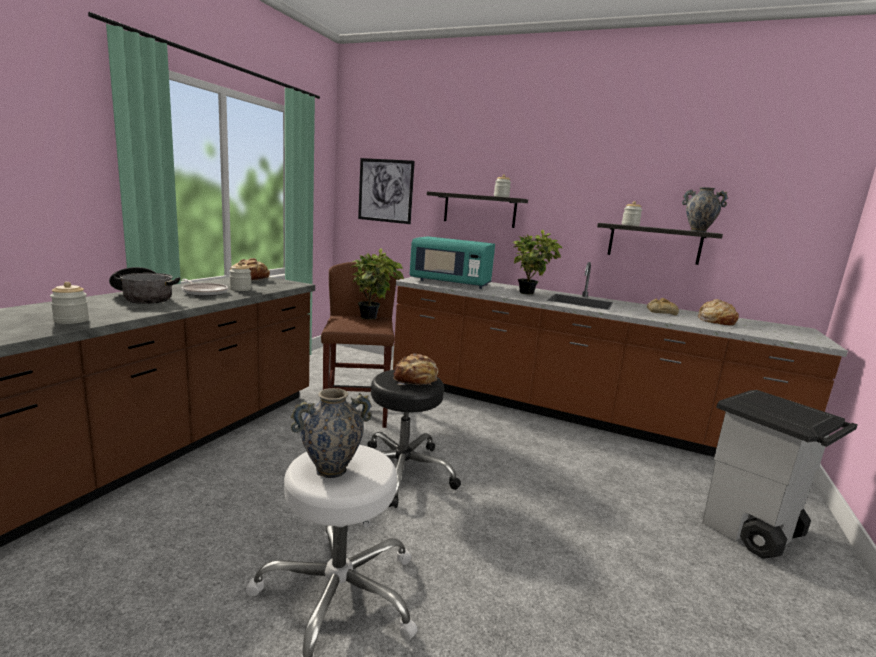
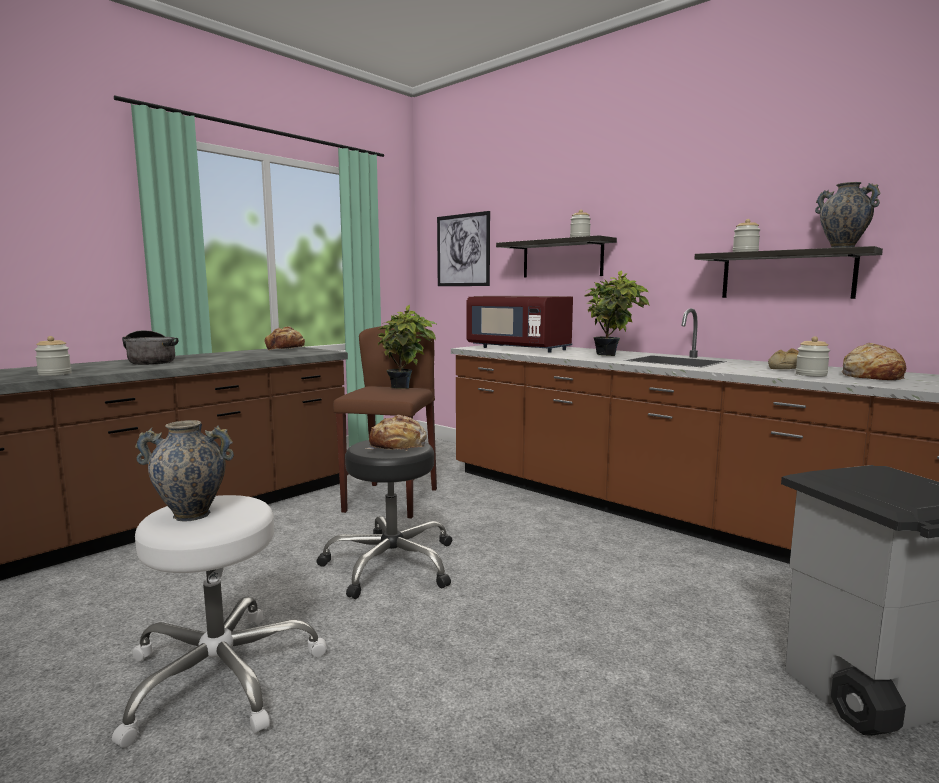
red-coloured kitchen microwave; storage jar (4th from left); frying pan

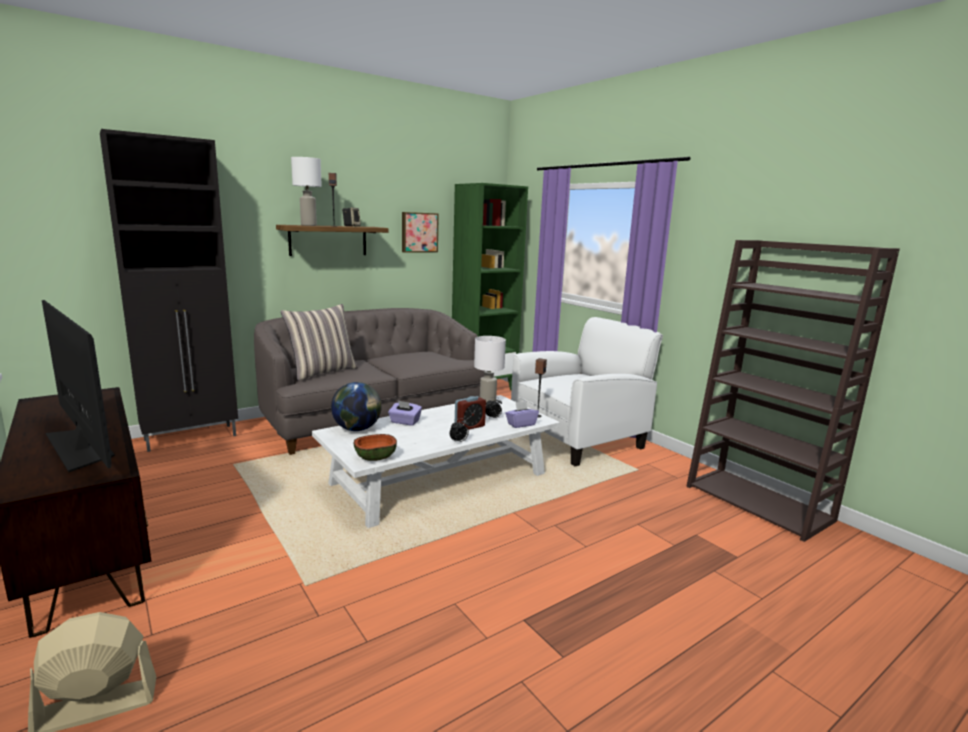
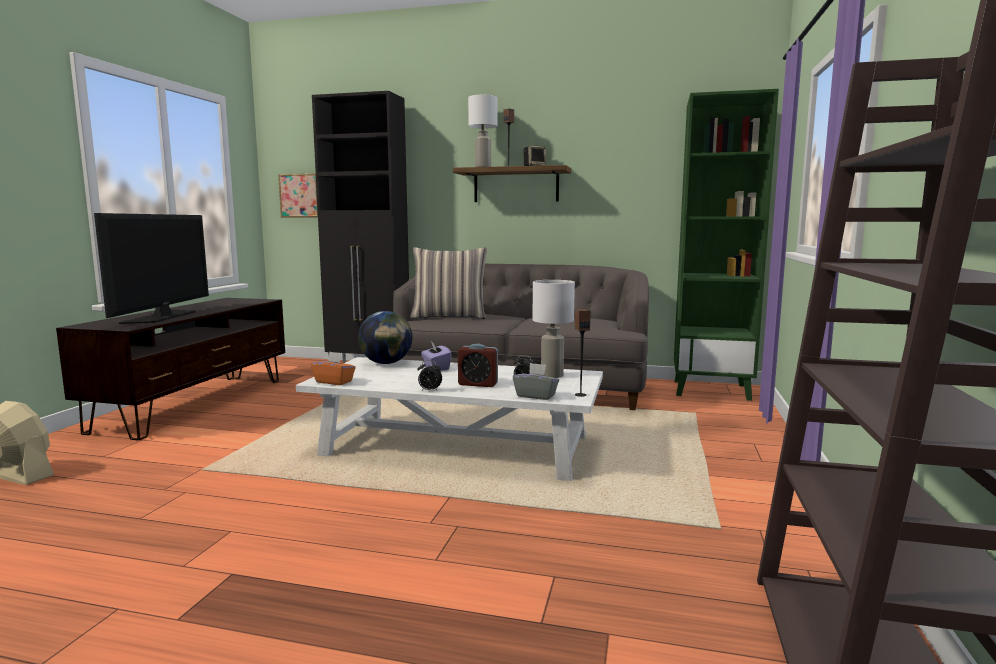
wall picture; whitish lounge chair; greyish box of tissues; orange-coloured box of tissues

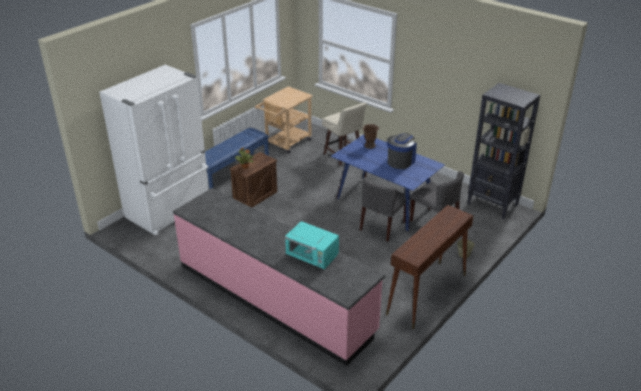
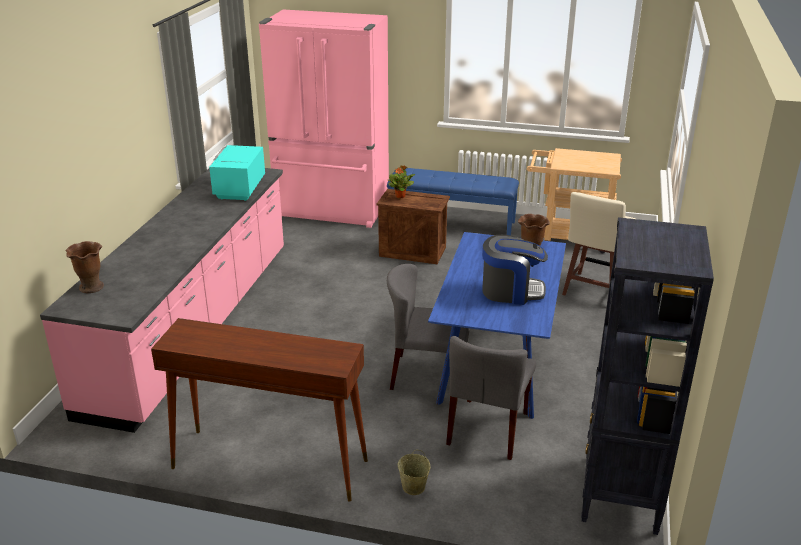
pink-coloured refrigerator; turquoise kitchen microwave; brownish vase (1st from left)

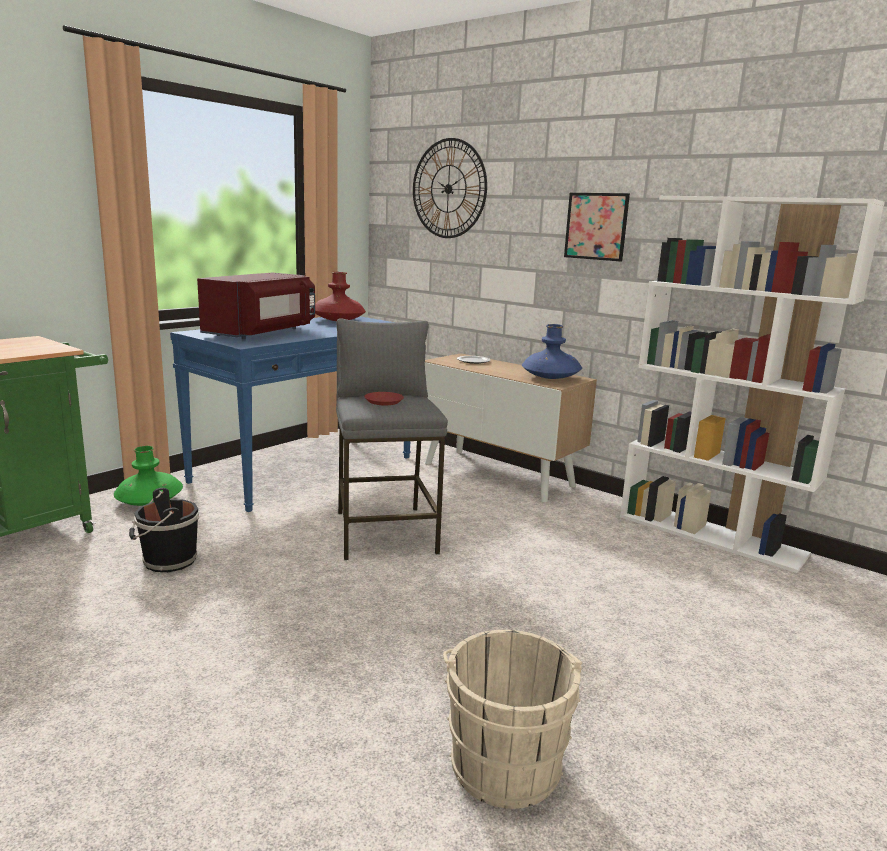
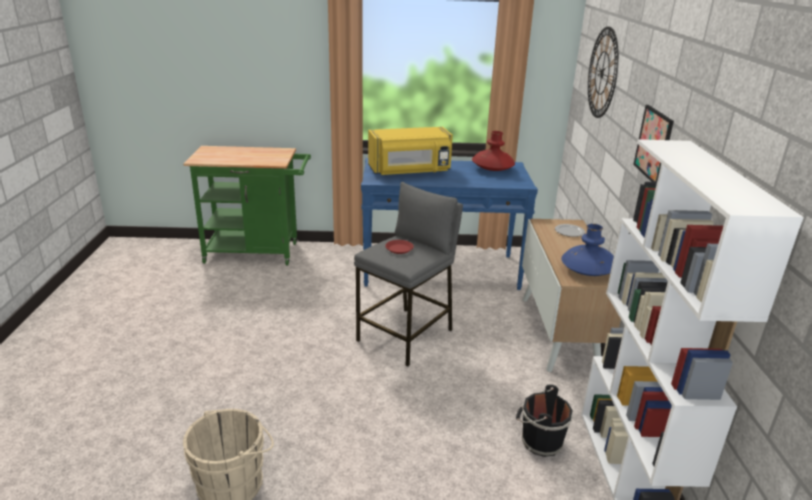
yellow kitchen microwave; greenish vase; black-coloured pail

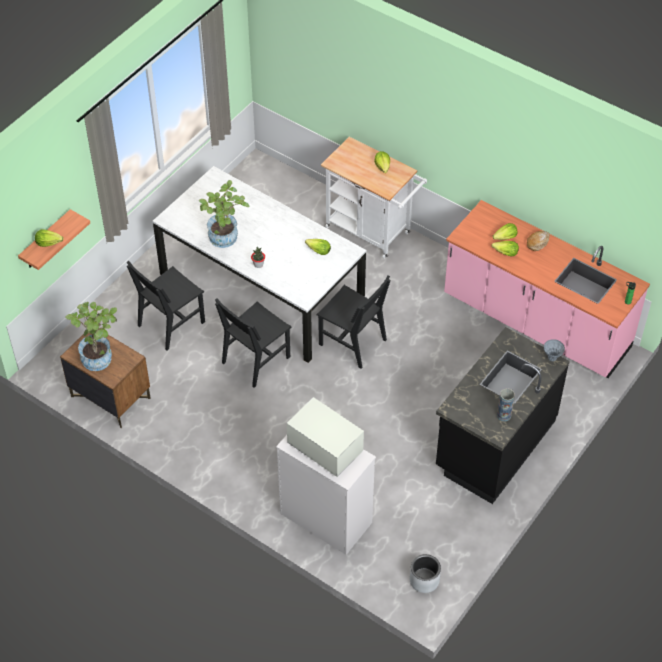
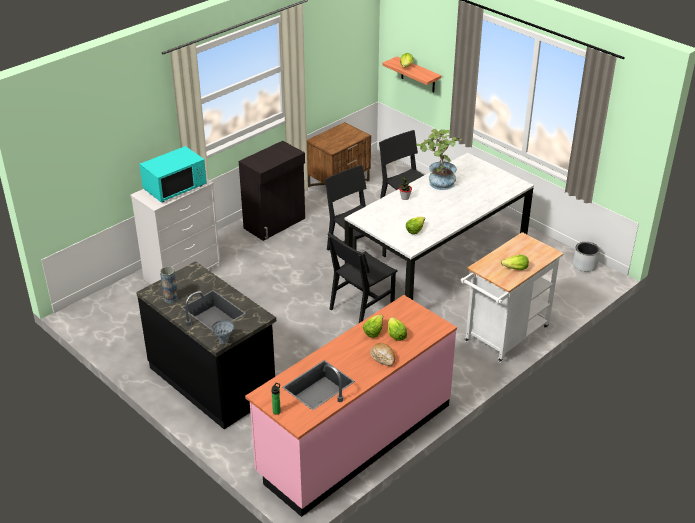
potted plant (1st from left in the first image); turquoise kitchen microwave; greyish flower pot; black-coloured cabinet

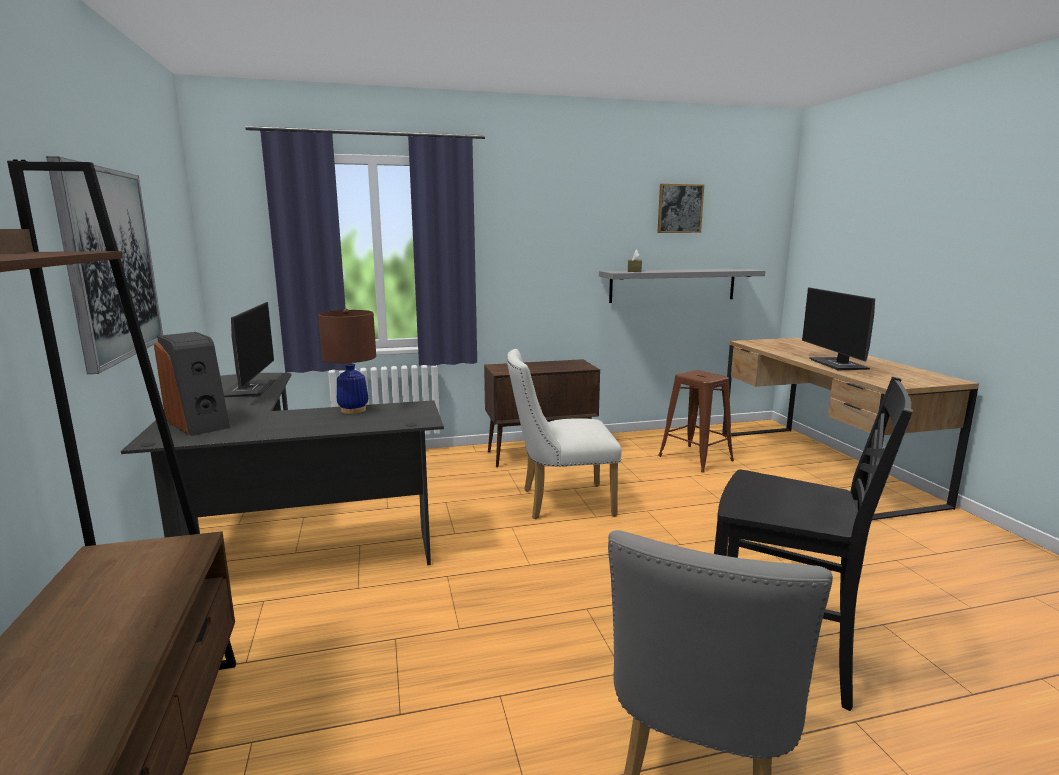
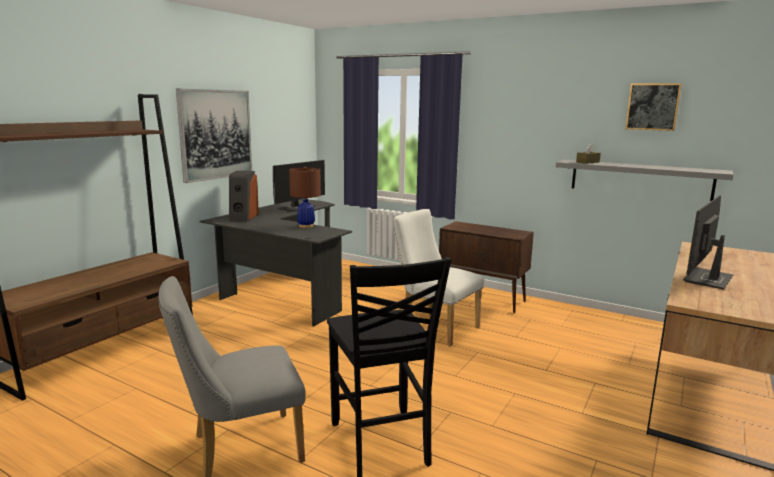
brownish sitting stool

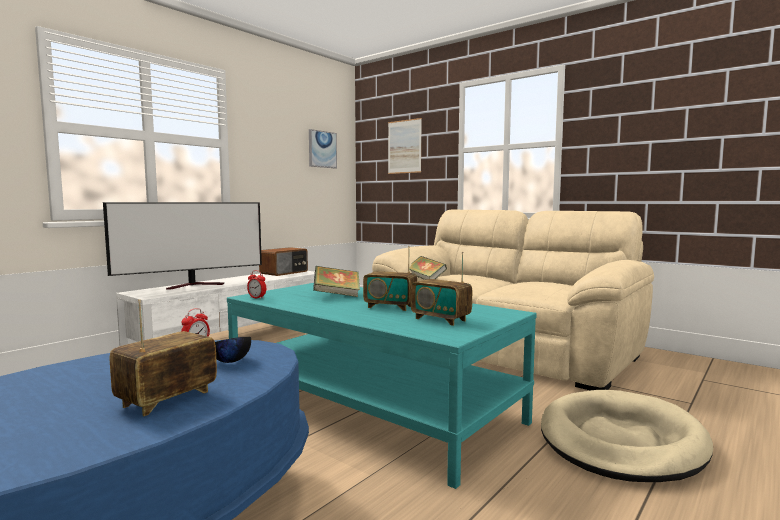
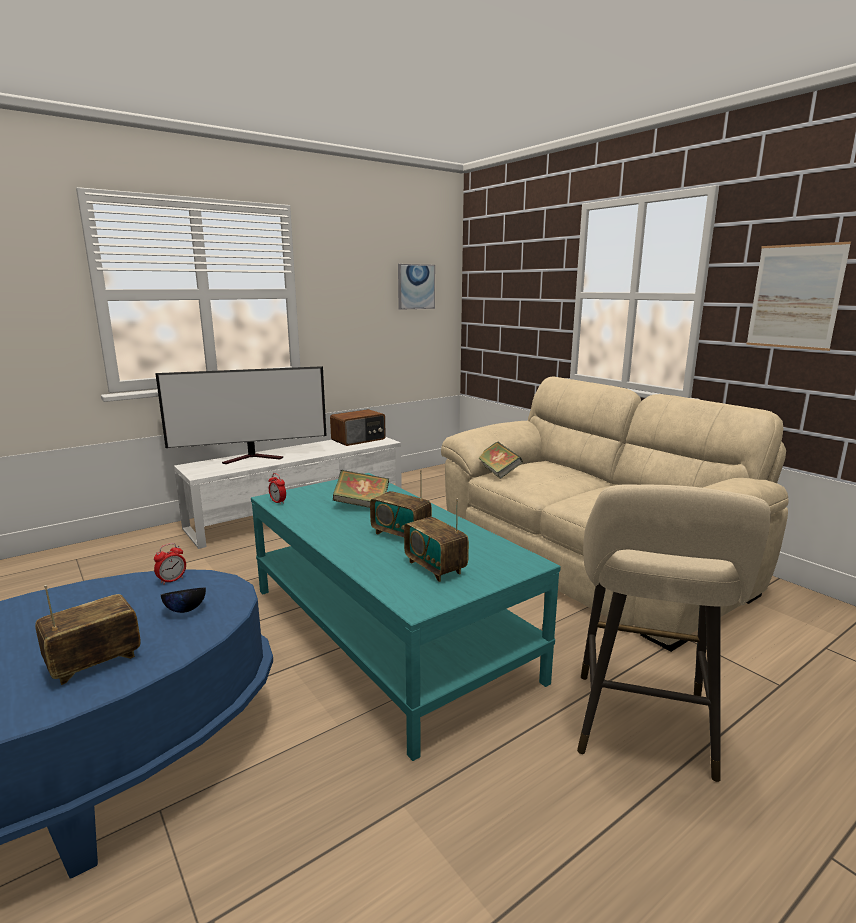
wall picture (2nd from left); beige sitting stool

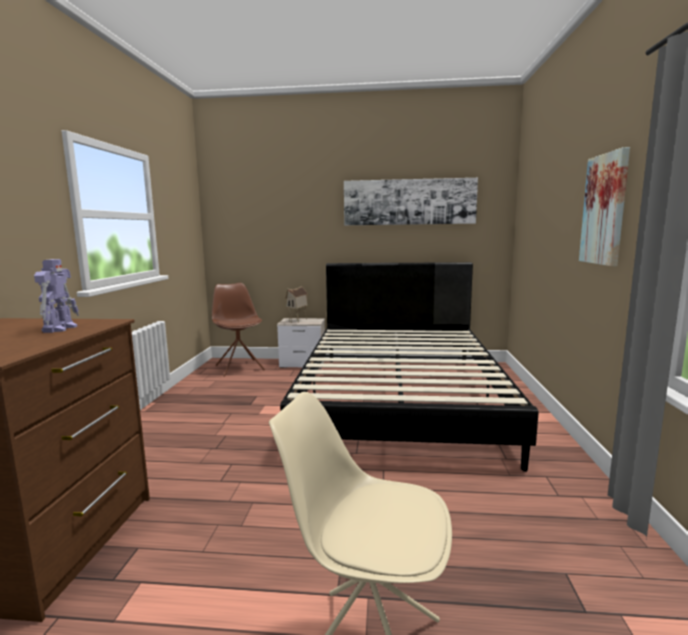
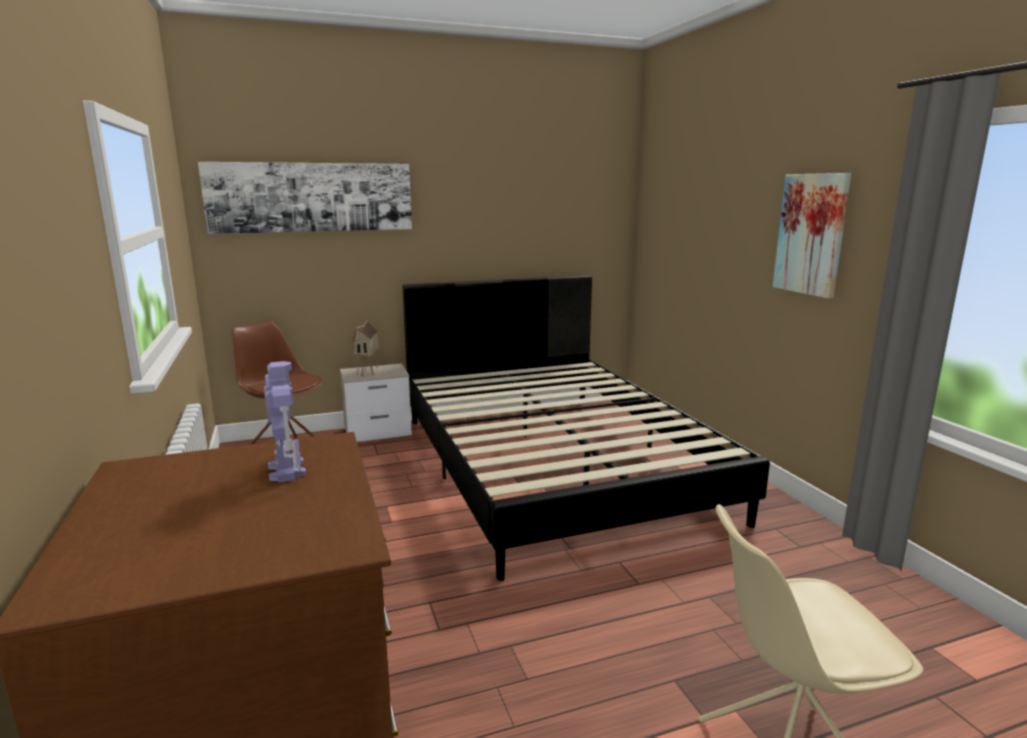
wall picture (1st from left)

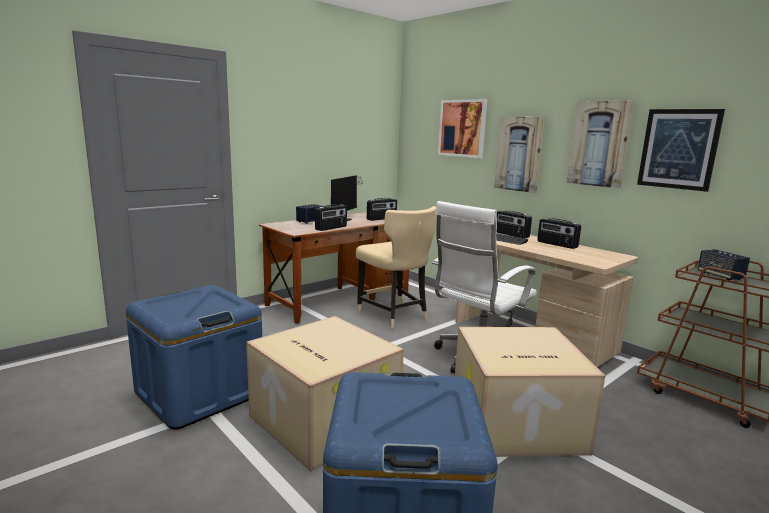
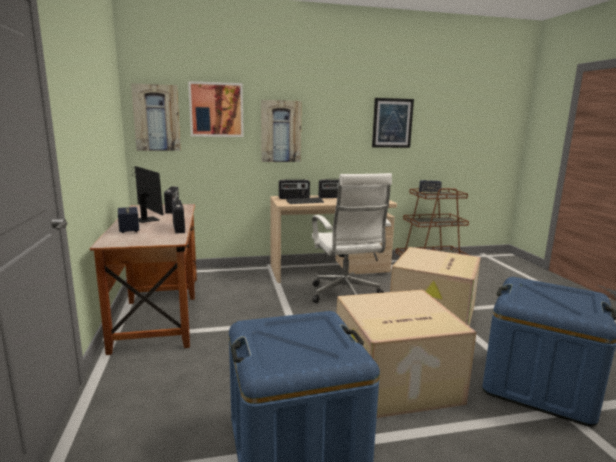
wall picture (1st from left); beige upright chair

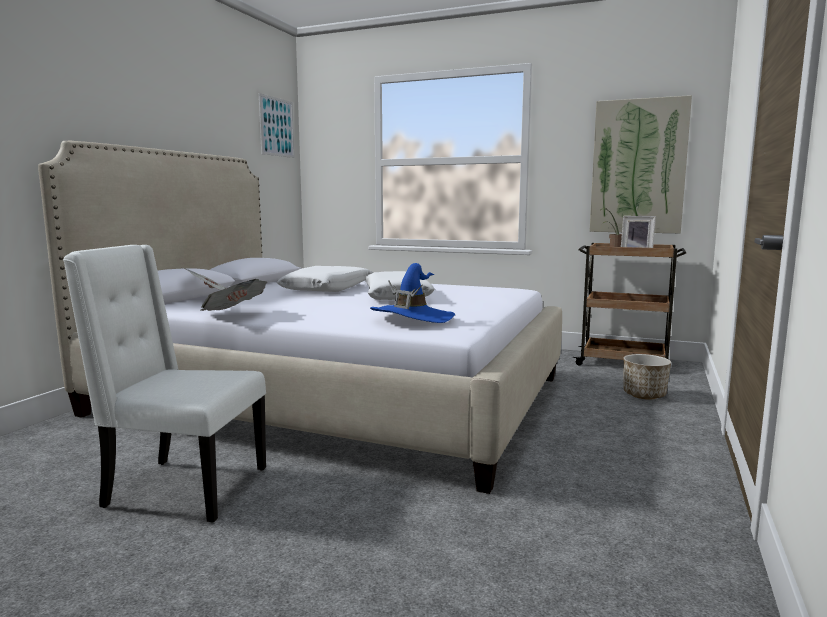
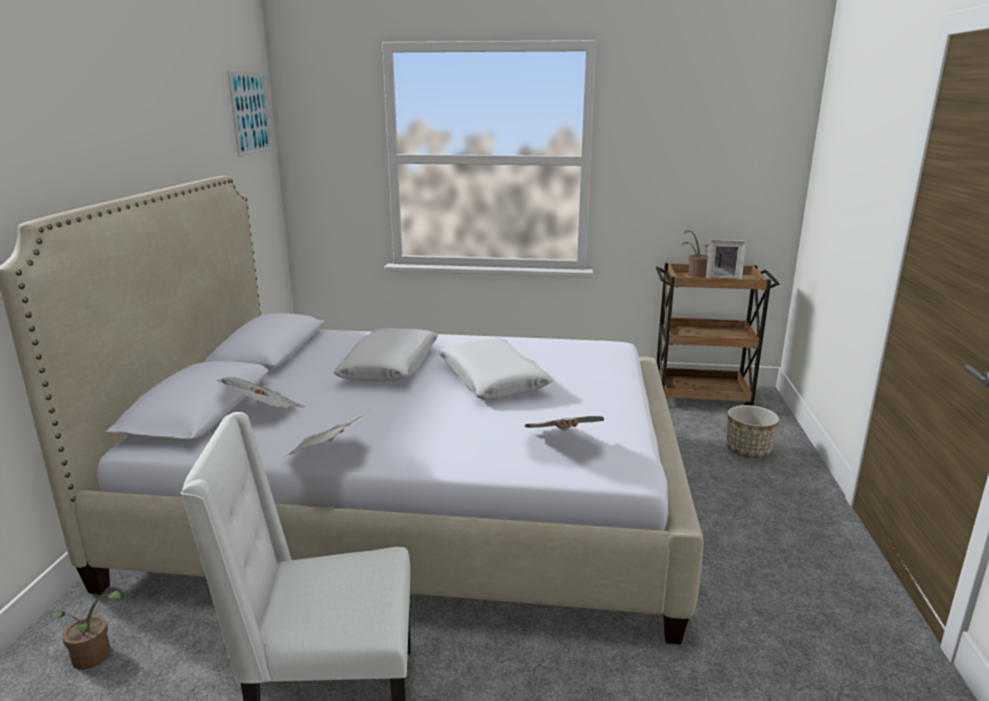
wall picture (2nd from left in the first image); newspaper (3rd from left); potted plant (1st from left)

